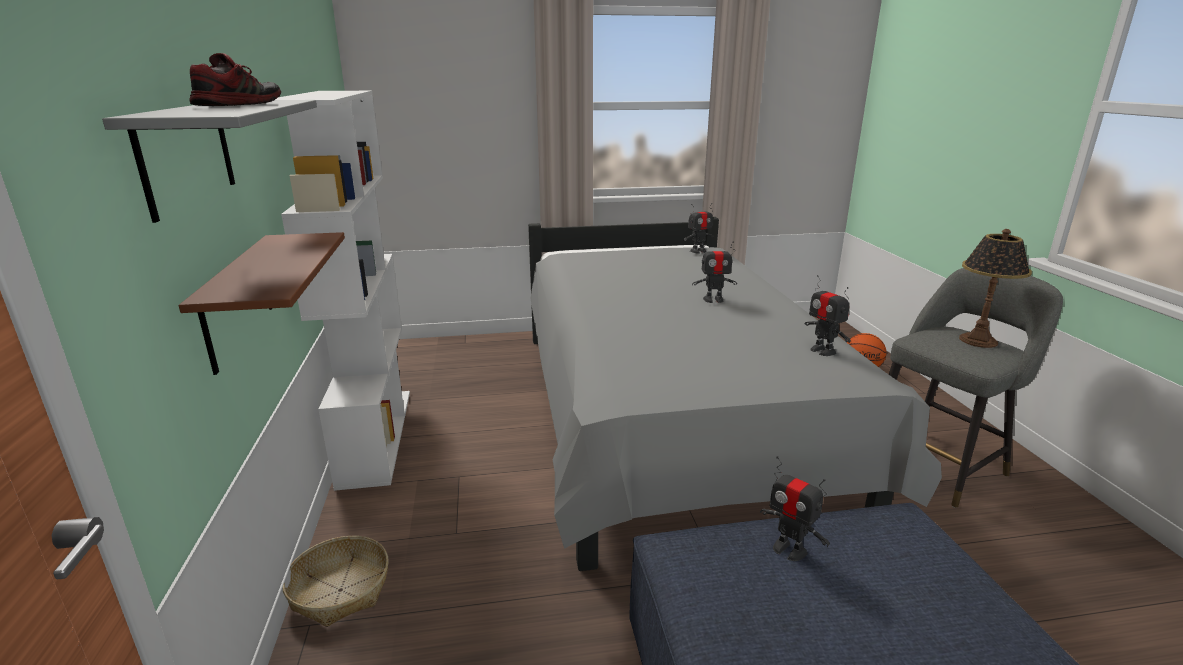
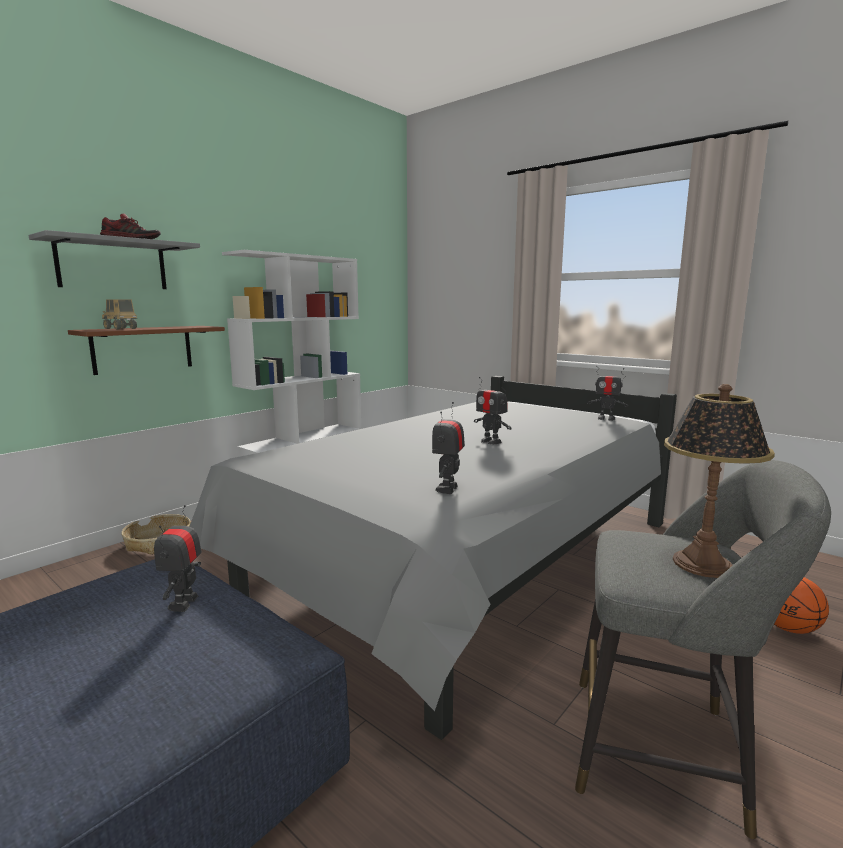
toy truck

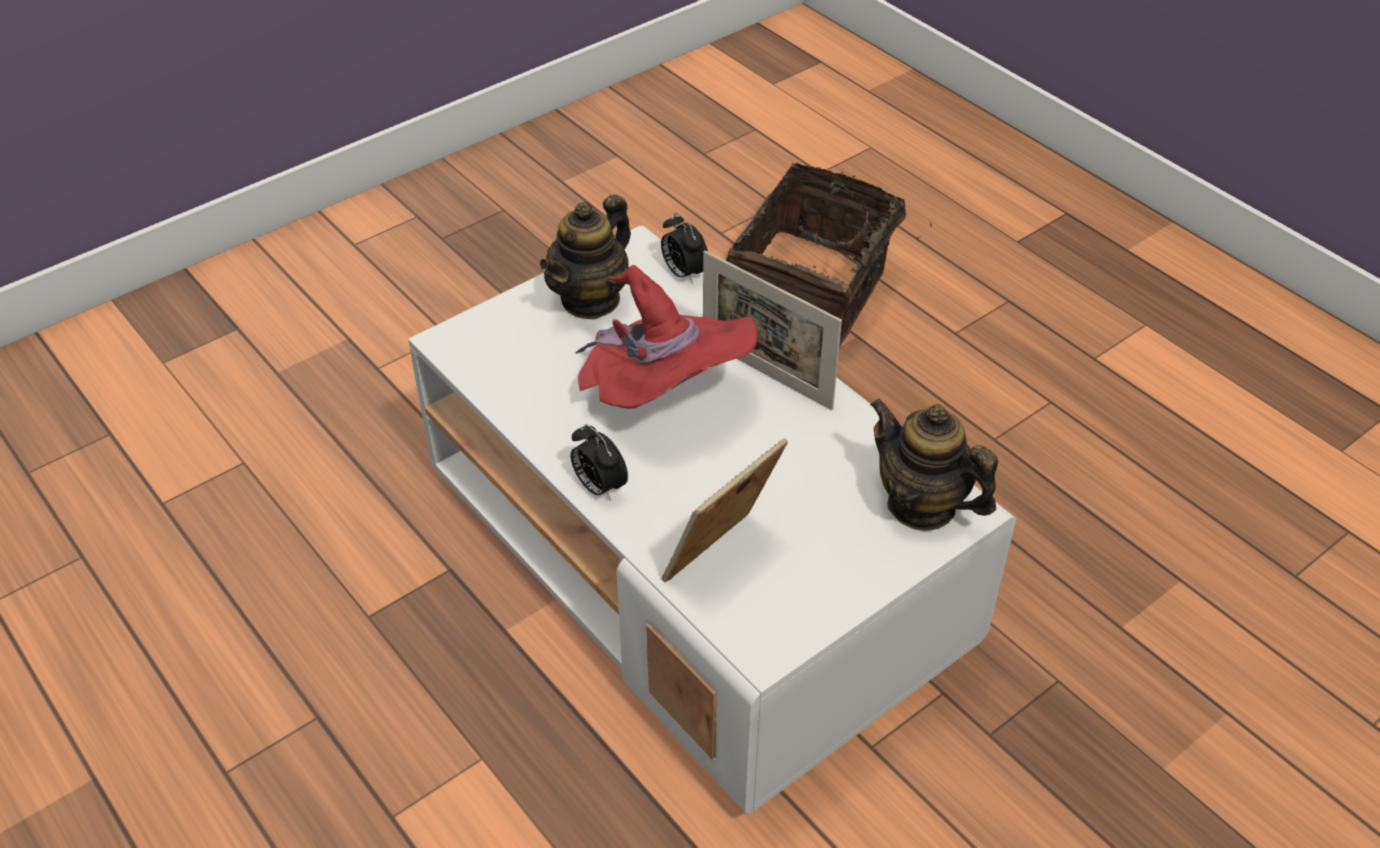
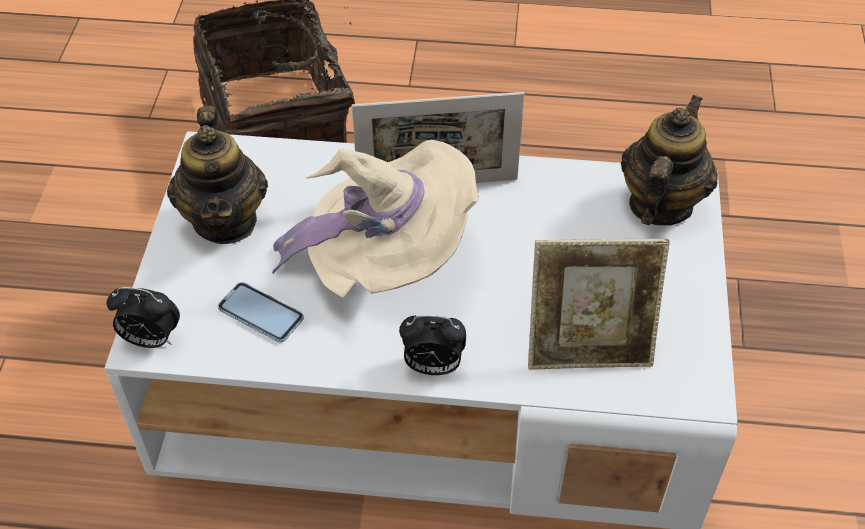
bedside clock (1st from left); beige wearable hat; tea pot (2nd from left); photo frame (2nd from left); handset

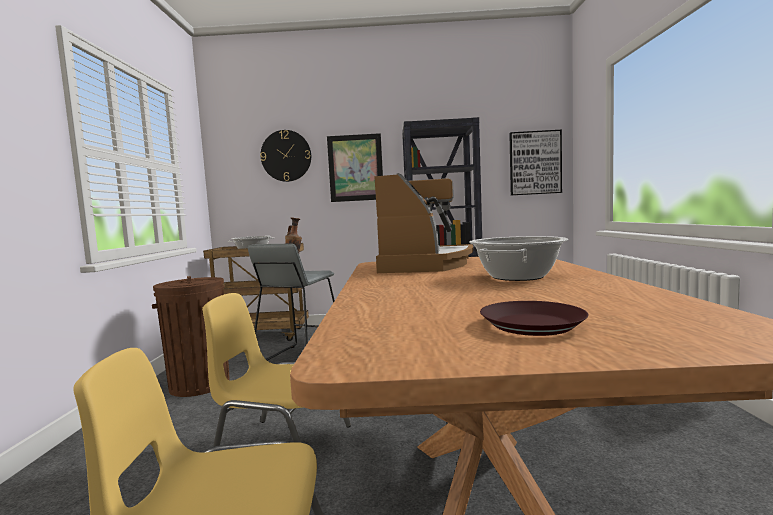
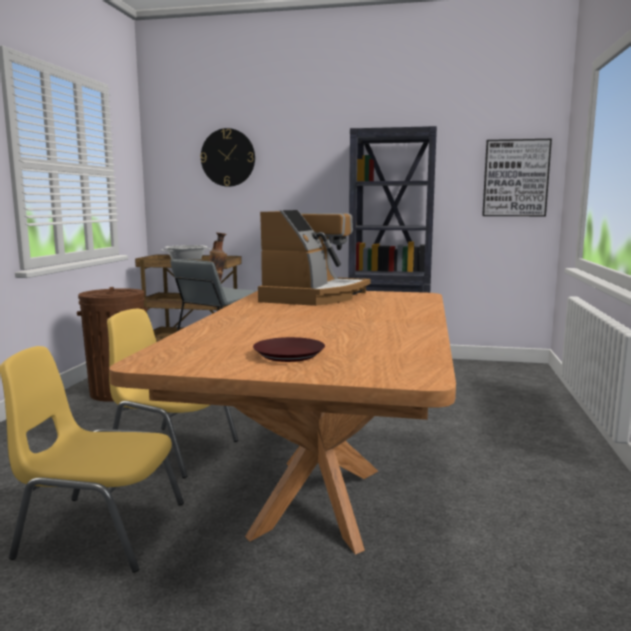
wall picture (1st from left in the first image); stockpot (2nd from left in the first image)

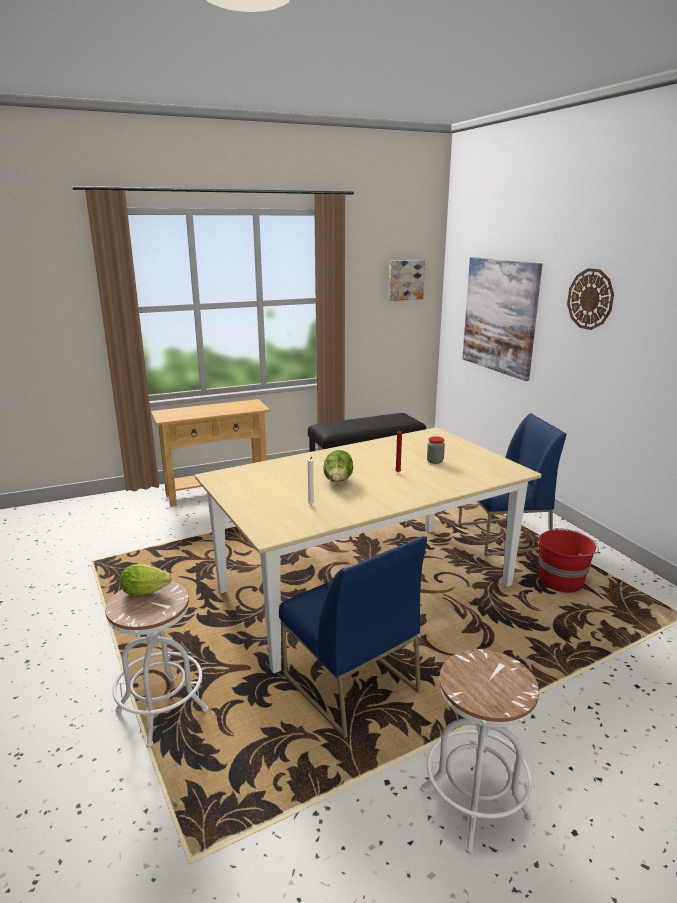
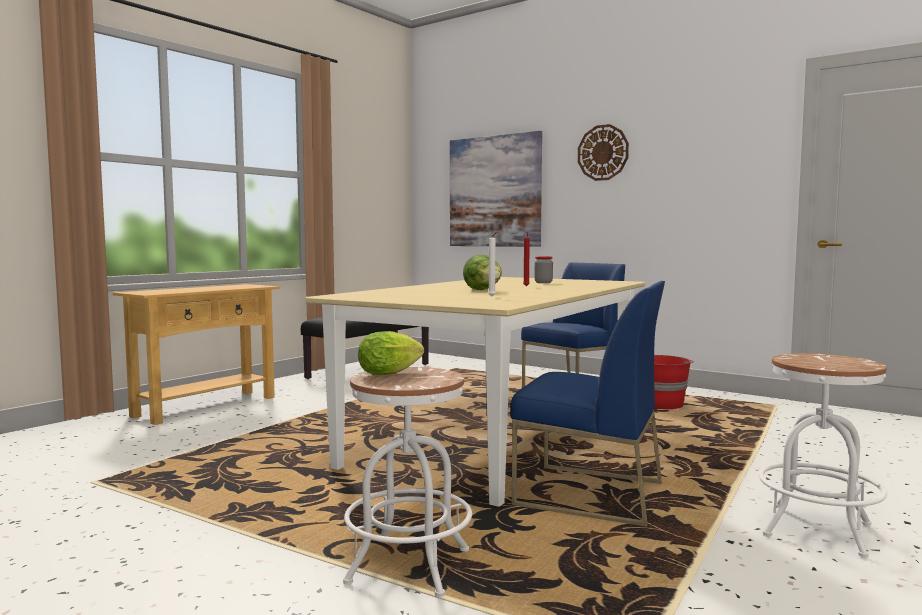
wall picture (1st from left in the first image)

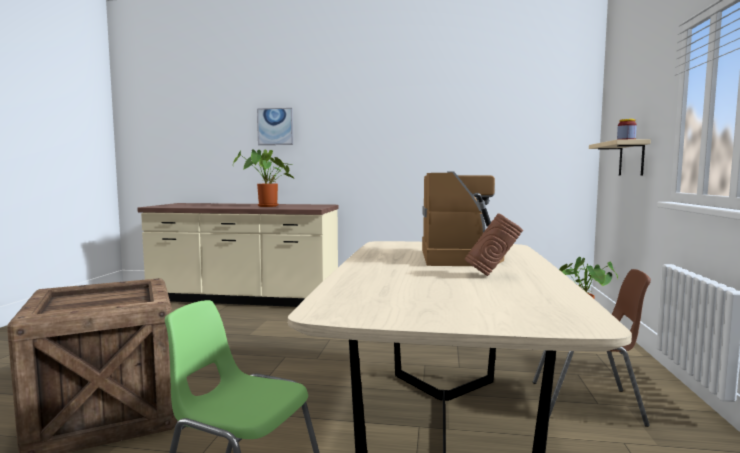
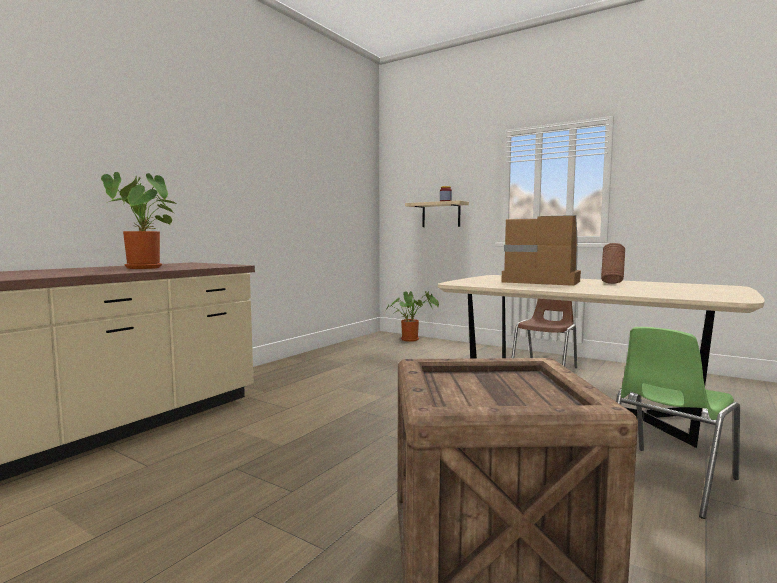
wall picture

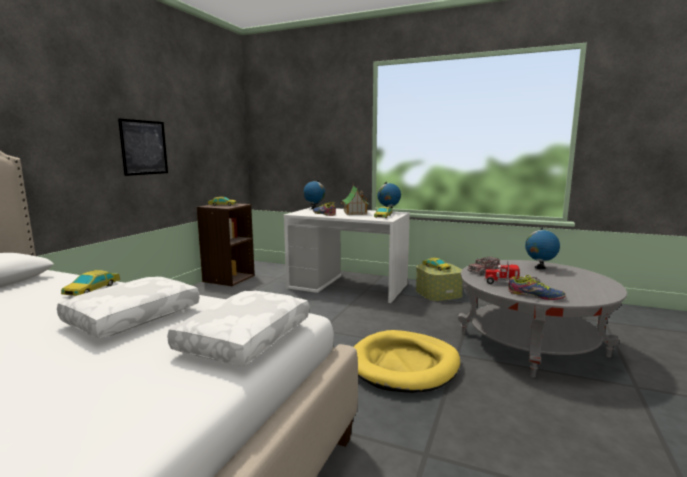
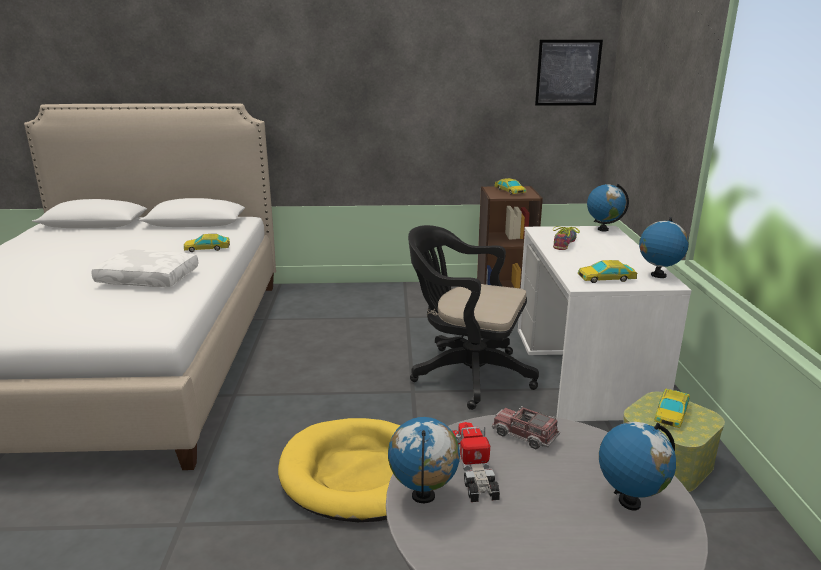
wall picture; miniature house; world globe (1st from left); whitish pillow (2nd from left in the first image); black-coloured computer chair

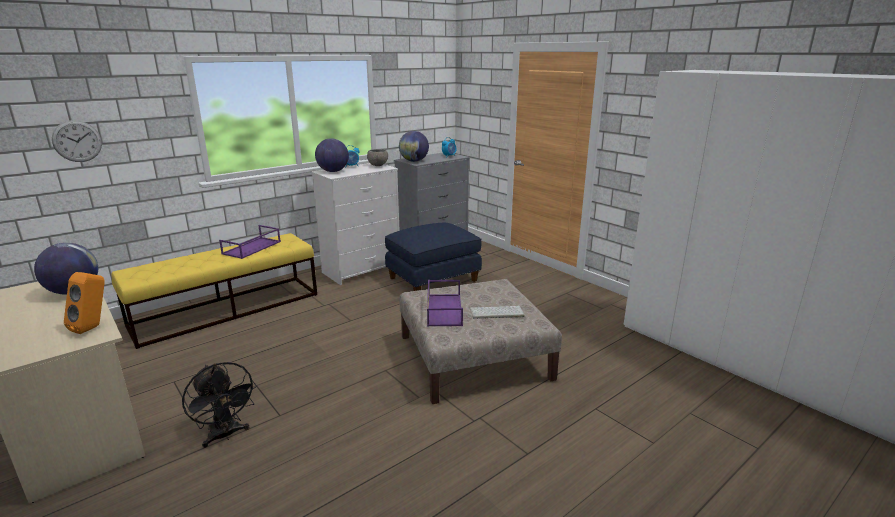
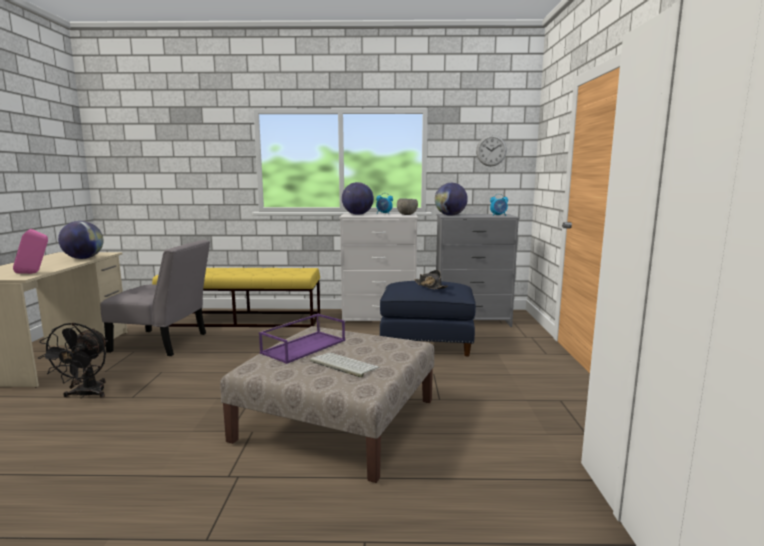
hanging clock; purple carrying tray (1st from left in the first image); pink-coloured loudspeaker; greyish upright chair; black-coloured wearable hat

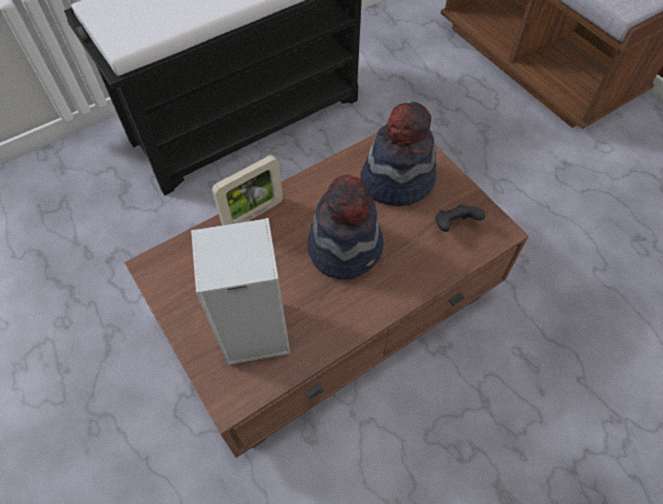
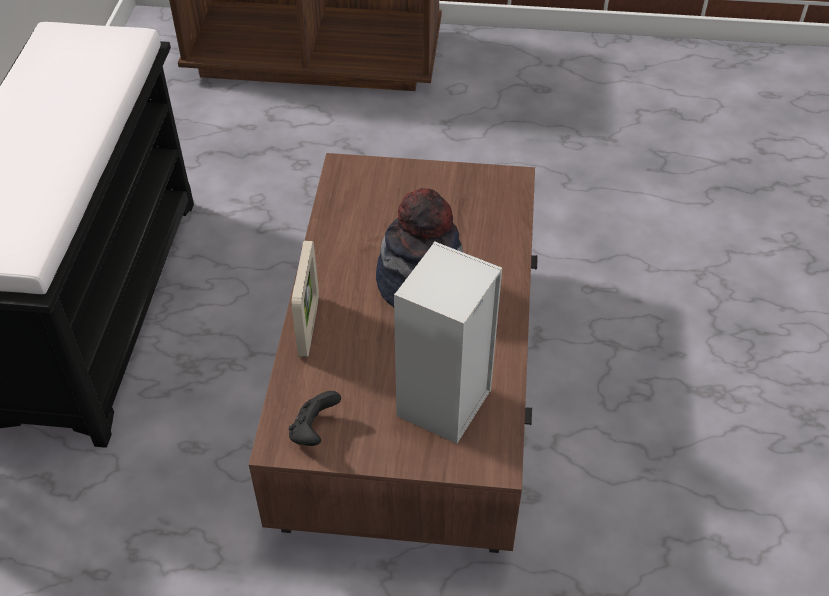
wearable hat (2nd from left in the first image); black-coloured game controller

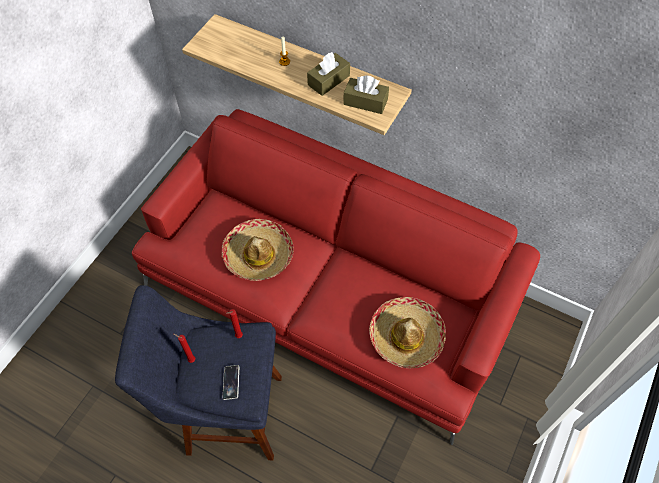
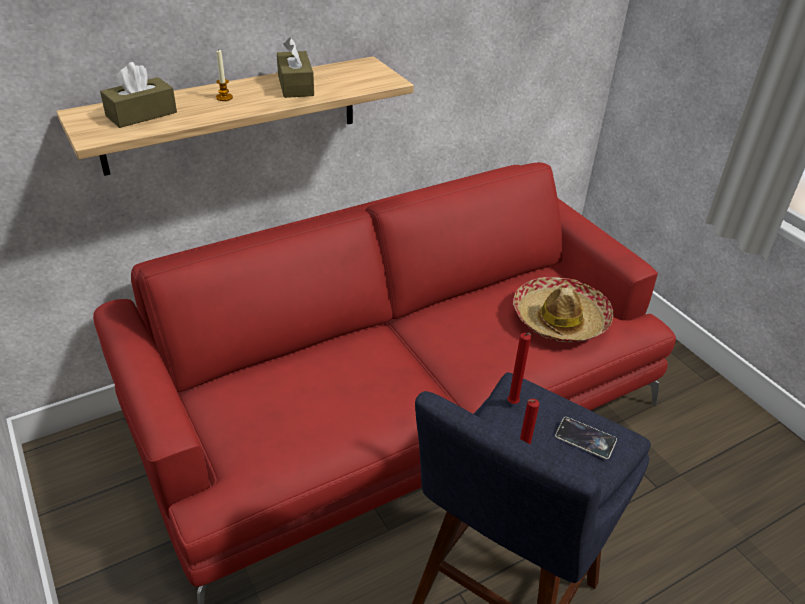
brownish box of tissues (1st from left); wearable hat (1st from left in the first image)

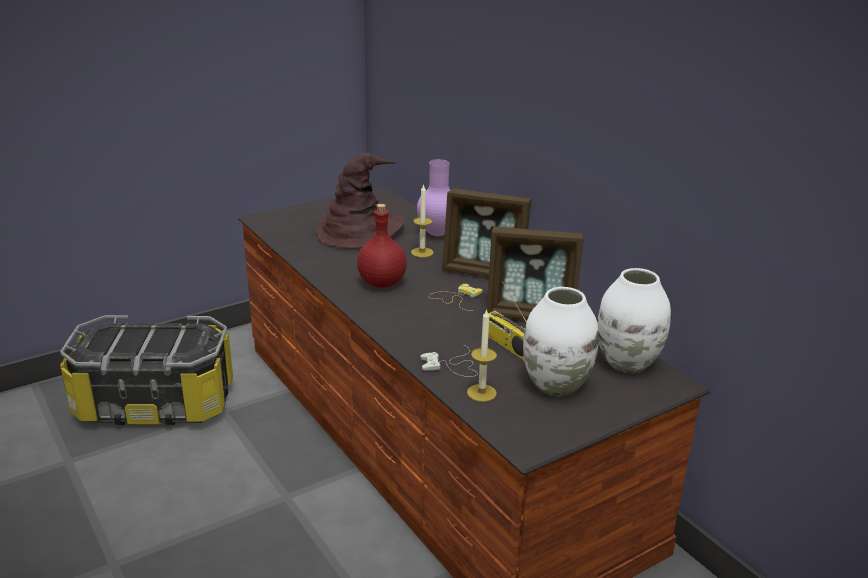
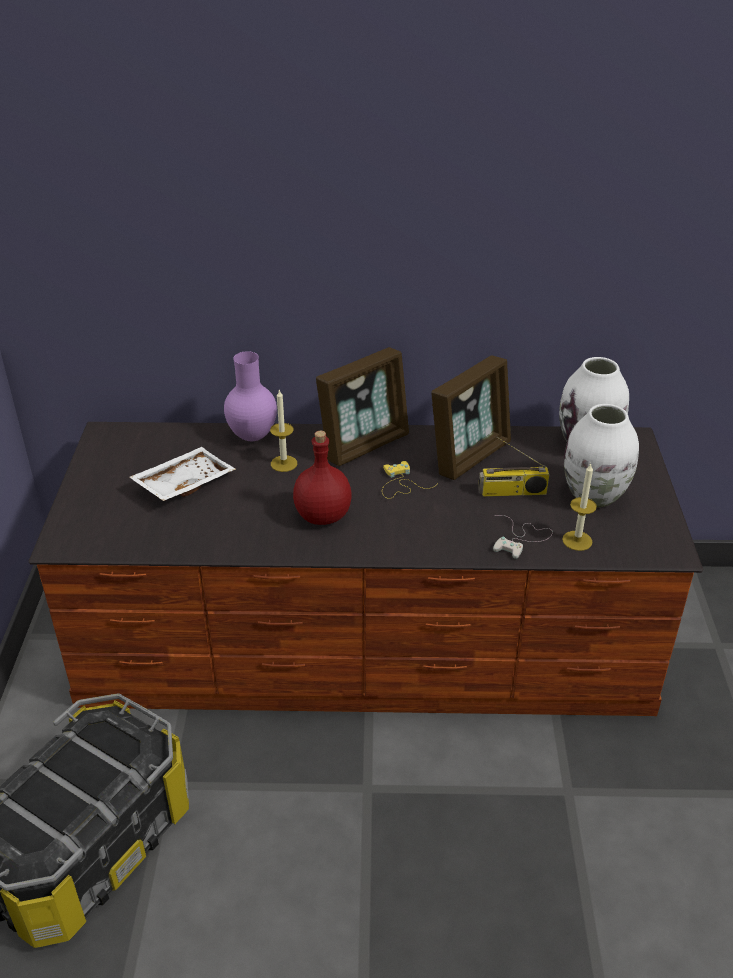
whitish carrying tray

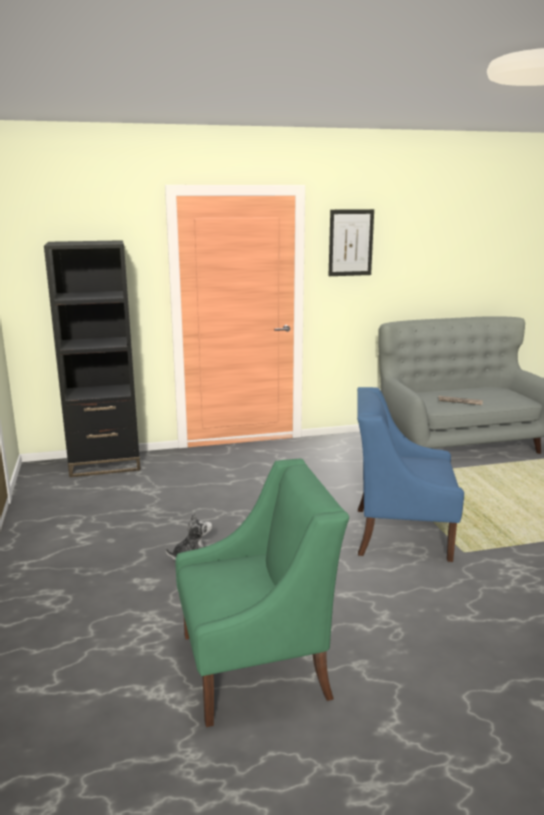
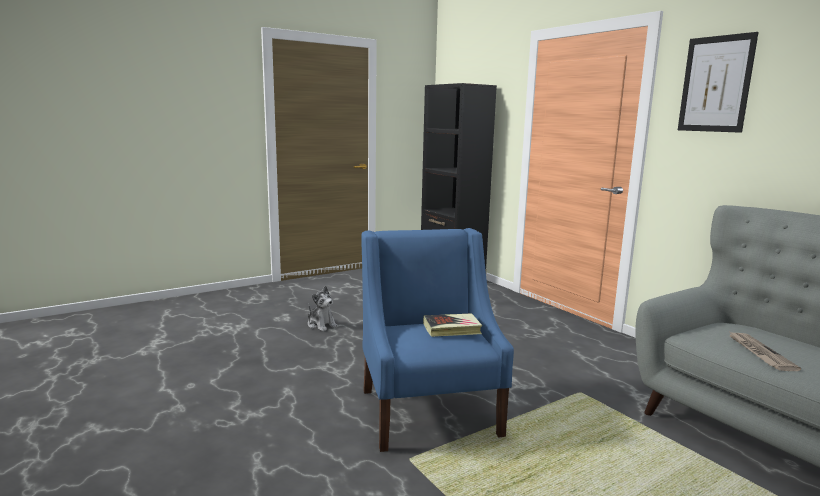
greenish lounge chair; book

